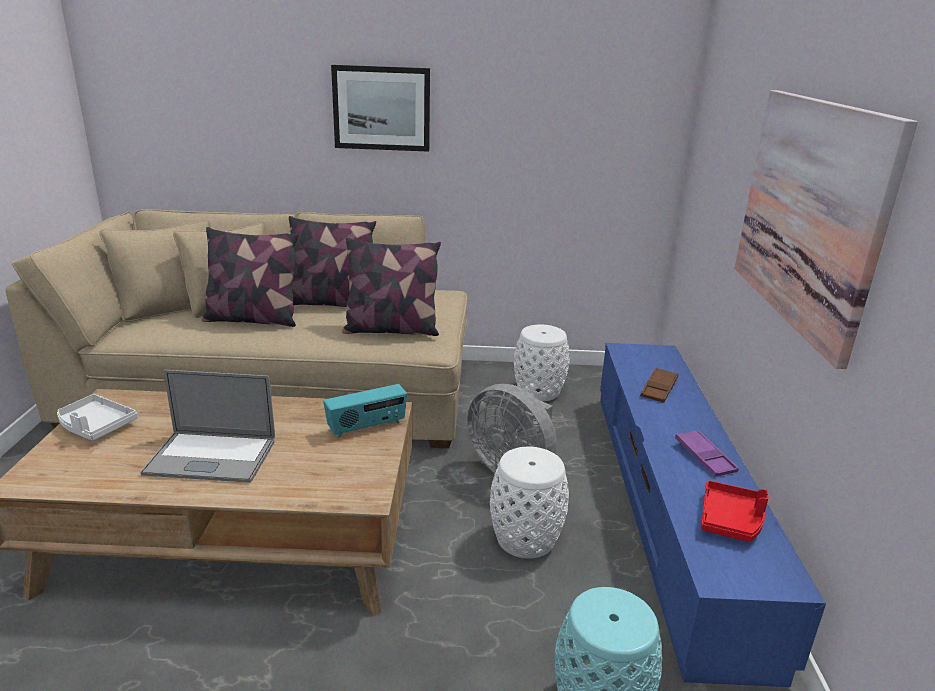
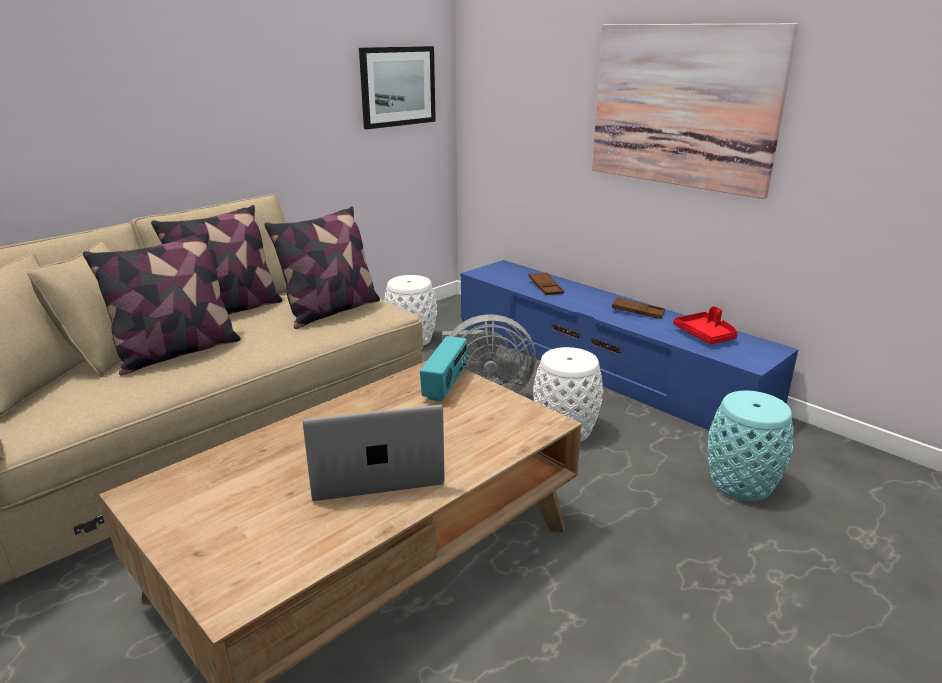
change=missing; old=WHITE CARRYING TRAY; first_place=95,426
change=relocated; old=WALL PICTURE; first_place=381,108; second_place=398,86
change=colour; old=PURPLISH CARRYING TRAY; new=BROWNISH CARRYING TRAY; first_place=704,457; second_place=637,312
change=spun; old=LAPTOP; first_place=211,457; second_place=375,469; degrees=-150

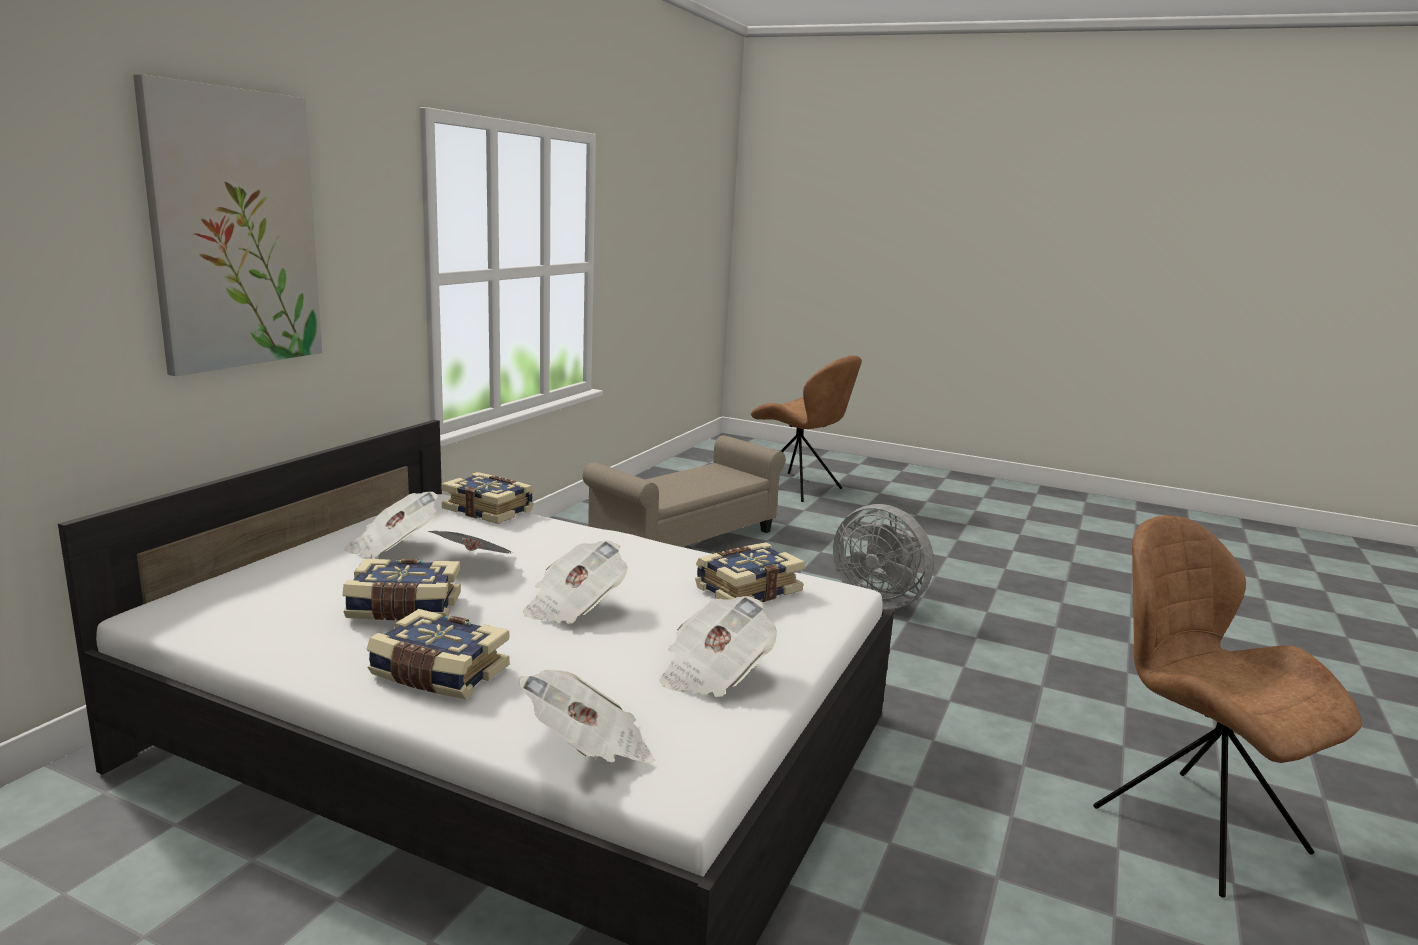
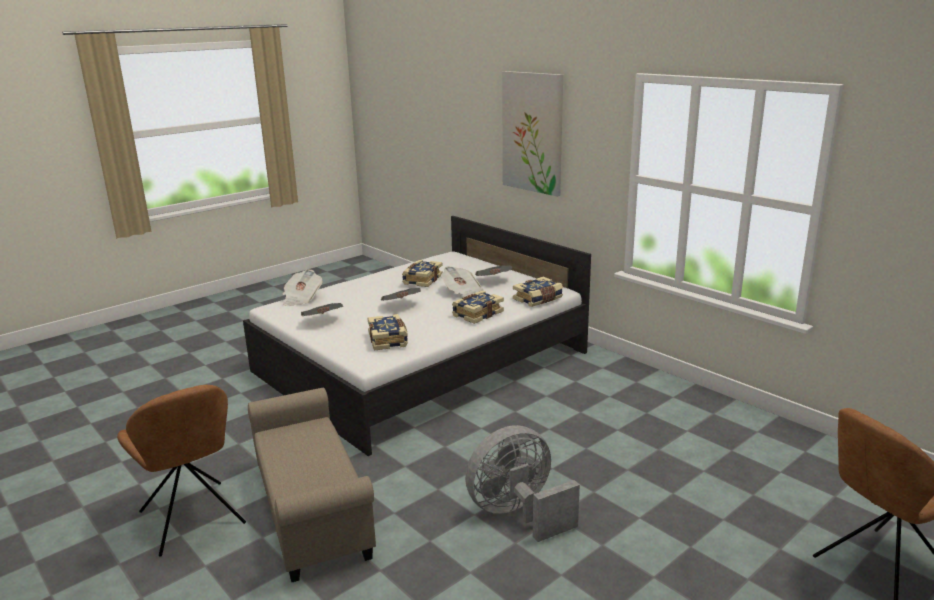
change=relocated; old=VOLUME; first_place=438,674; second_place=477,314
change=relocated; old=BEIGE-COLOURED POUFFE; first_place=685,540; second_place=313,513
change=spun; old=BROWNISH UPRIGHT CHAIR; first_place=1192,825; second_place=193,520; degrees=60

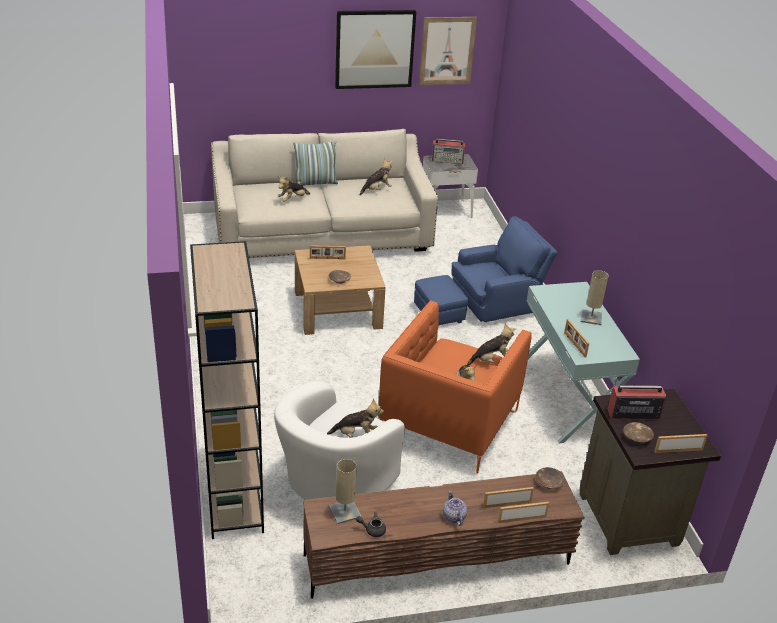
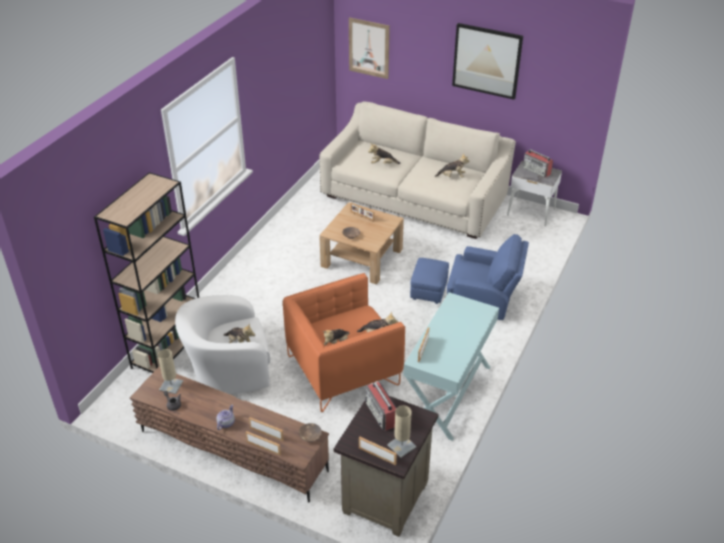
change=missing; old=THROW PILLOW; first_place=315,183
change=missing; old=BROWNISH SERVING BOWL; first_place=637,437
change=relocated; old=WALL PICTURE; first_place=447,51; second_place=369,48
change=relocated; old=BEIGE-COLOURED TABLE LAMP; first_place=591,317; second_place=401,446
change=spun; old=RADIO SET; first_place=632,413; second_place=381,414; degrees=-150

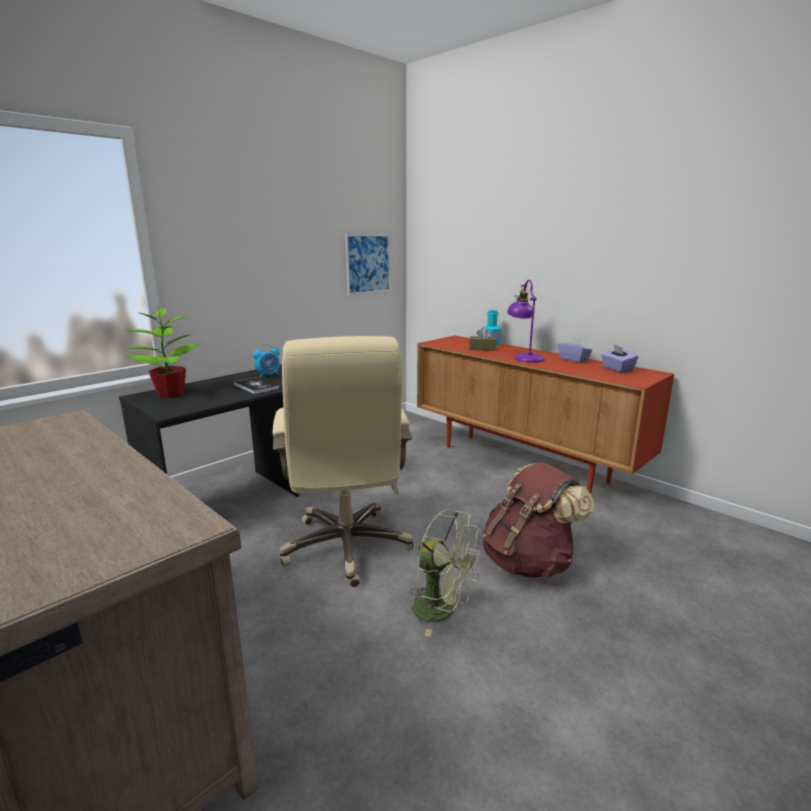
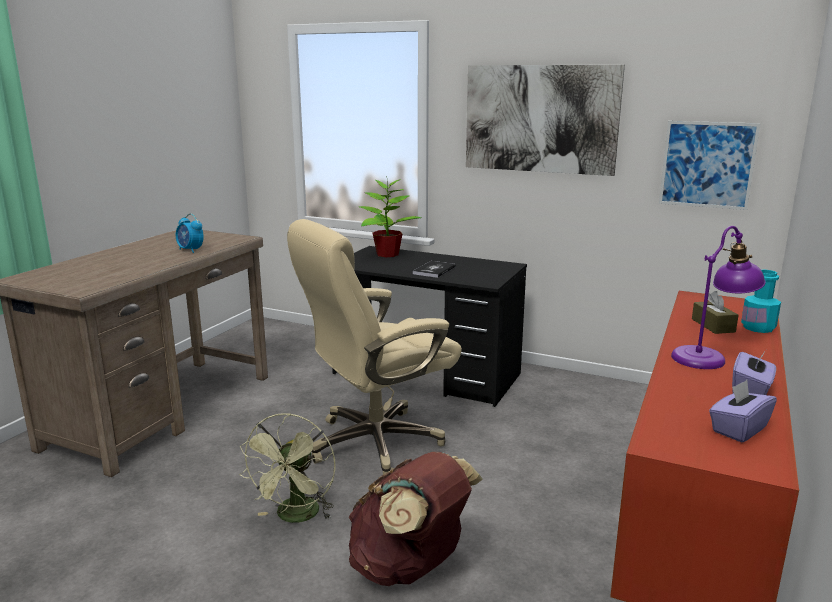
change=appeared; new=WALL PICTURE; second_place=540,119
change=relocated; old=BEDSIDE CLOCK; first_place=268,375; second_place=190,250

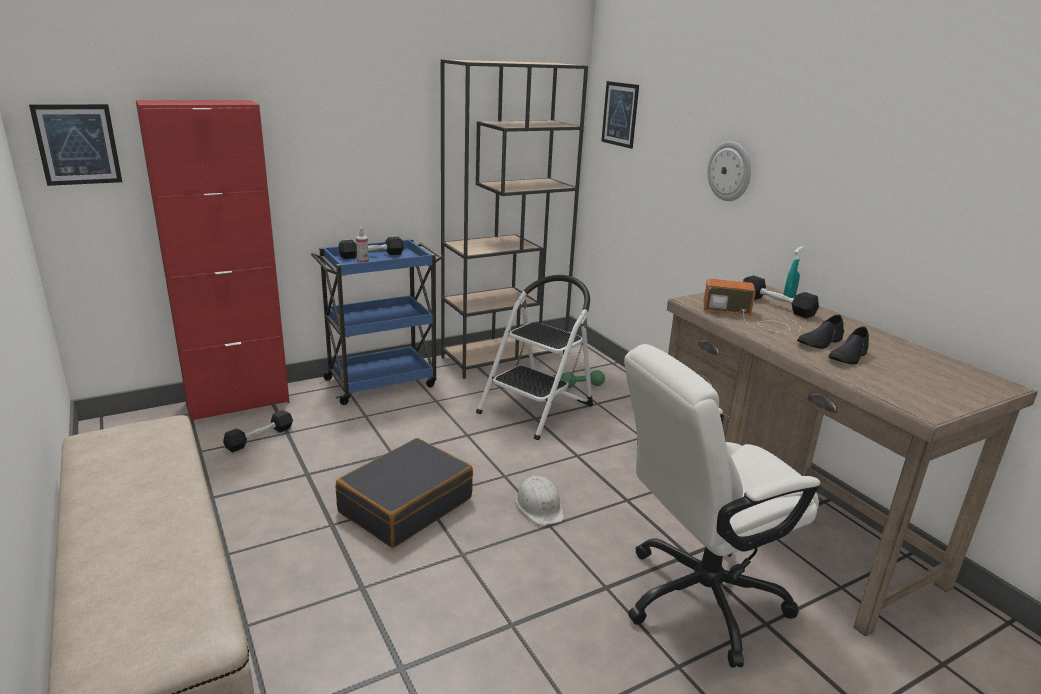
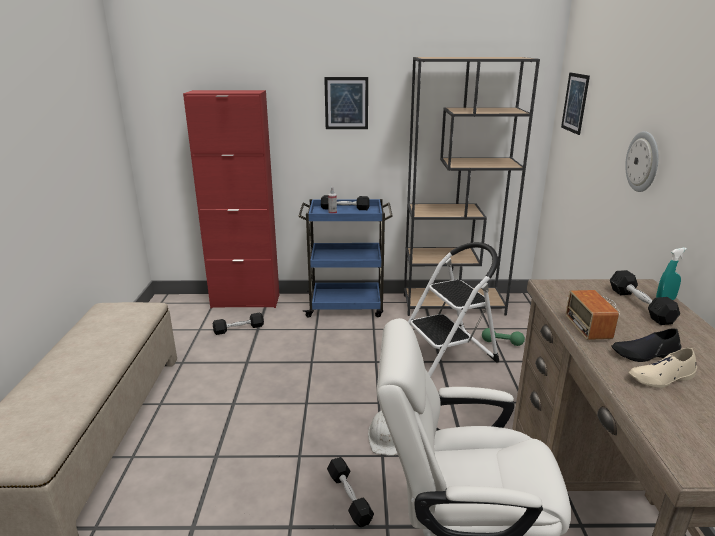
change=missing; old=BLACK TRAVEL CASE; first_place=405,505
change=appeared; new=BLACK HAND WEIGHT; second_place=349,497
change=relocated; old=WALL PICTURE; first_place=77,144; second_place=346,103
change=colour; old=BLACK ITEM OF FOOTWEAR; new=BEIGE-COLOURED ITEM OF FOOTWEAR; first_place=848,357; second_place=661,378
change=spun; old=RADIO SET; first_place=752,319; second_place=593,314; degrees=-135

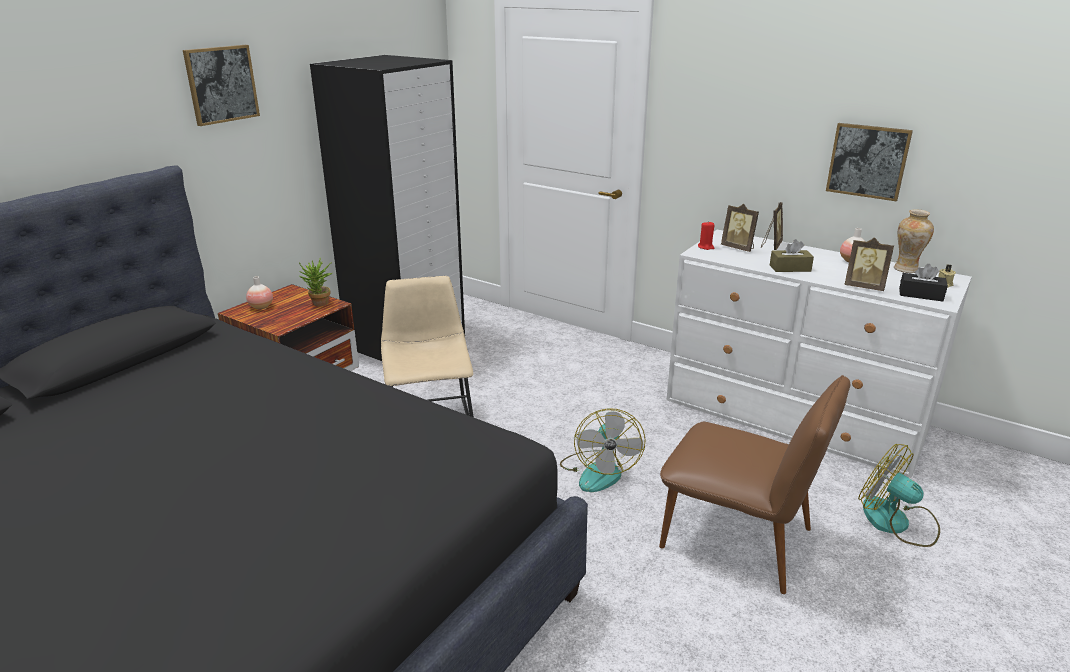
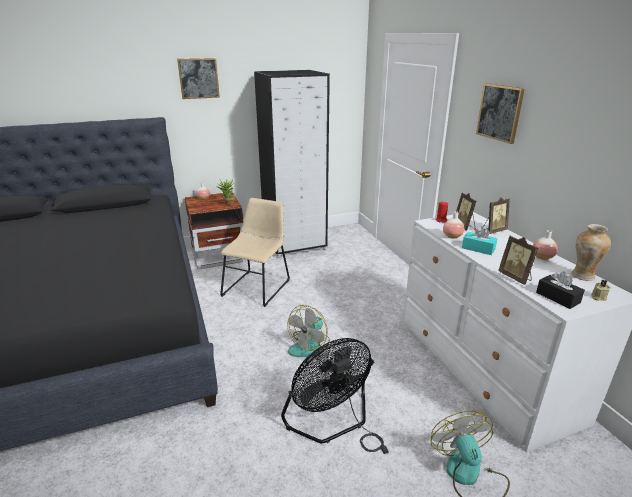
change=appeared; new=VASE; second_place=452,236
change=relocated; old=WALL PICTURE; first_place=868,161; second_place=500,112
change=exchanged; old=BROWNISH UPRIGHT CHAIR; new=BLACK FAN; first_place=736,538; second_place=339,423
change=colour; old=BROWNISH TISSUE HOLDER; new=TURQUOISE TISSUE HOLDER; first_place=790,268; second_place=478,248

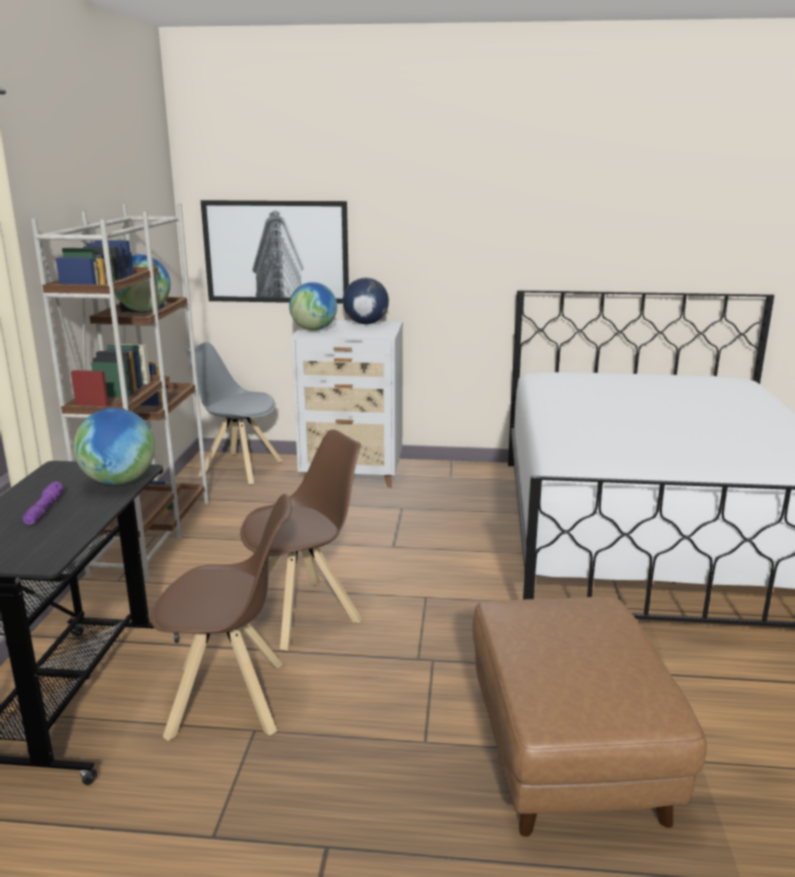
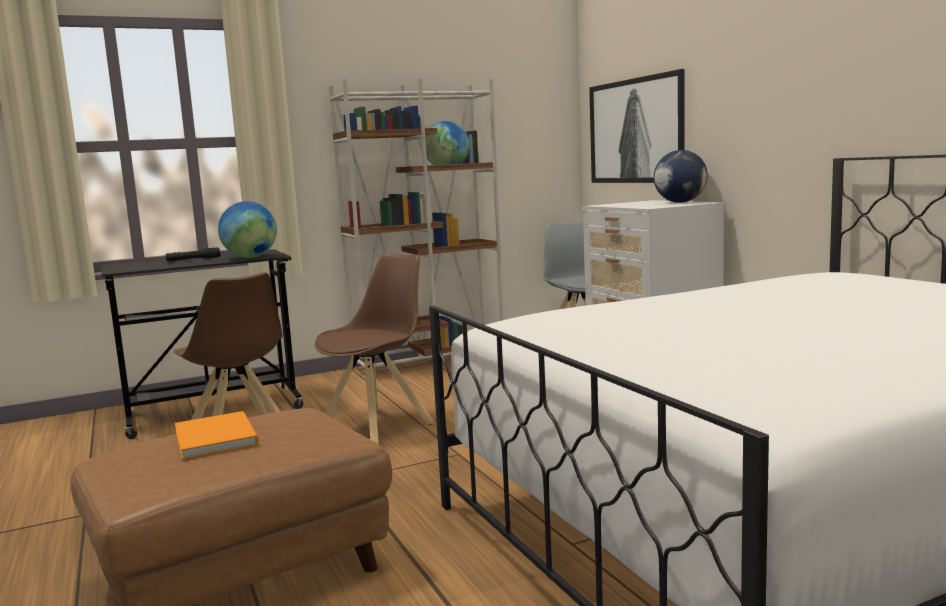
change=missing; old=GLOBE; first_place=314,329
change=appeared; new=ORANGE-COLOURED VOLUME; second_place=218,436
change=colour; old=PURPLISH FLASHLIGHT; new=BLACK FLASHLIGHT; first_place=44,509; second_place=193,259
change=spun; old=BROWNISH UPRIGHT CHAIR; first_place=305,612; second_place=378,426; degrees=-75

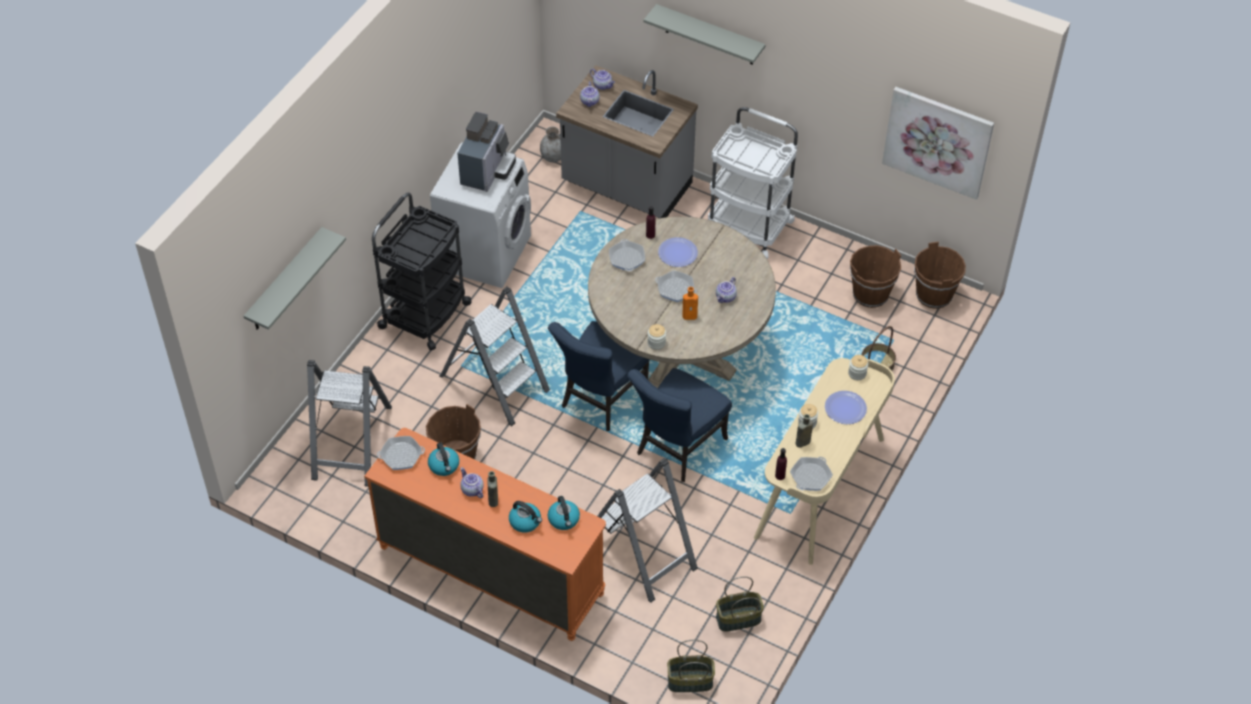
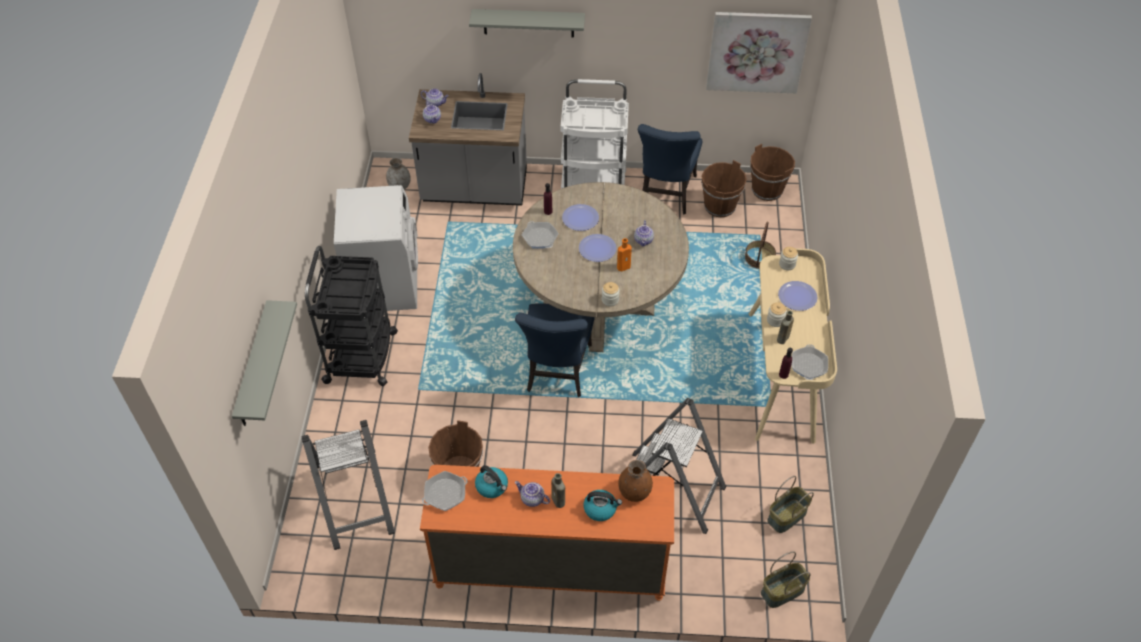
change=missing; old=GREY STEP LADDER; first_place=493,382
change=missing; old=COFFEE BREWER; first_place=487,171
change=relocated; old=BLUE-COLOURED UPRIGHT CHAIR; first_place=677,448; second_place=665,194
change=exchanged; old=KETTLE; new=BROWNISH VASE; first_place=564,519; second_place=634,492
change=exchanged; old=FRYING PAN; new=DINNER PLATE; first_place=675,289; second_place=597,248

